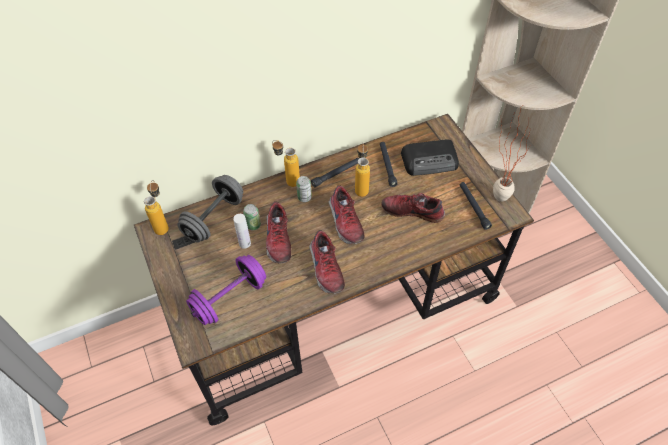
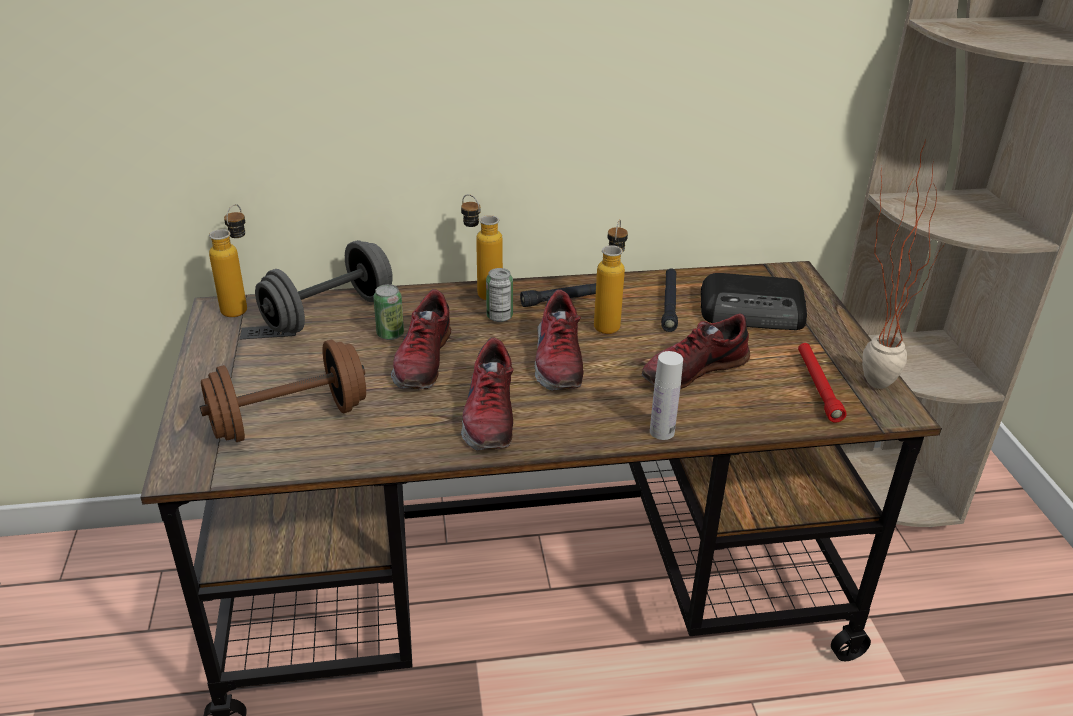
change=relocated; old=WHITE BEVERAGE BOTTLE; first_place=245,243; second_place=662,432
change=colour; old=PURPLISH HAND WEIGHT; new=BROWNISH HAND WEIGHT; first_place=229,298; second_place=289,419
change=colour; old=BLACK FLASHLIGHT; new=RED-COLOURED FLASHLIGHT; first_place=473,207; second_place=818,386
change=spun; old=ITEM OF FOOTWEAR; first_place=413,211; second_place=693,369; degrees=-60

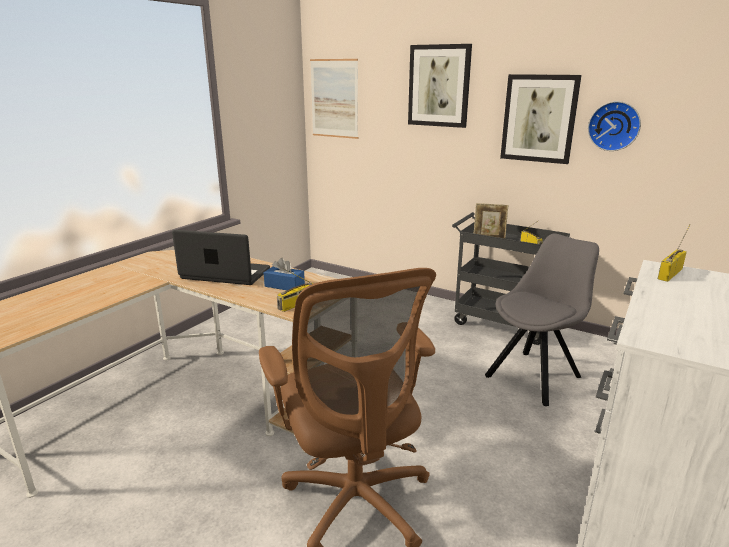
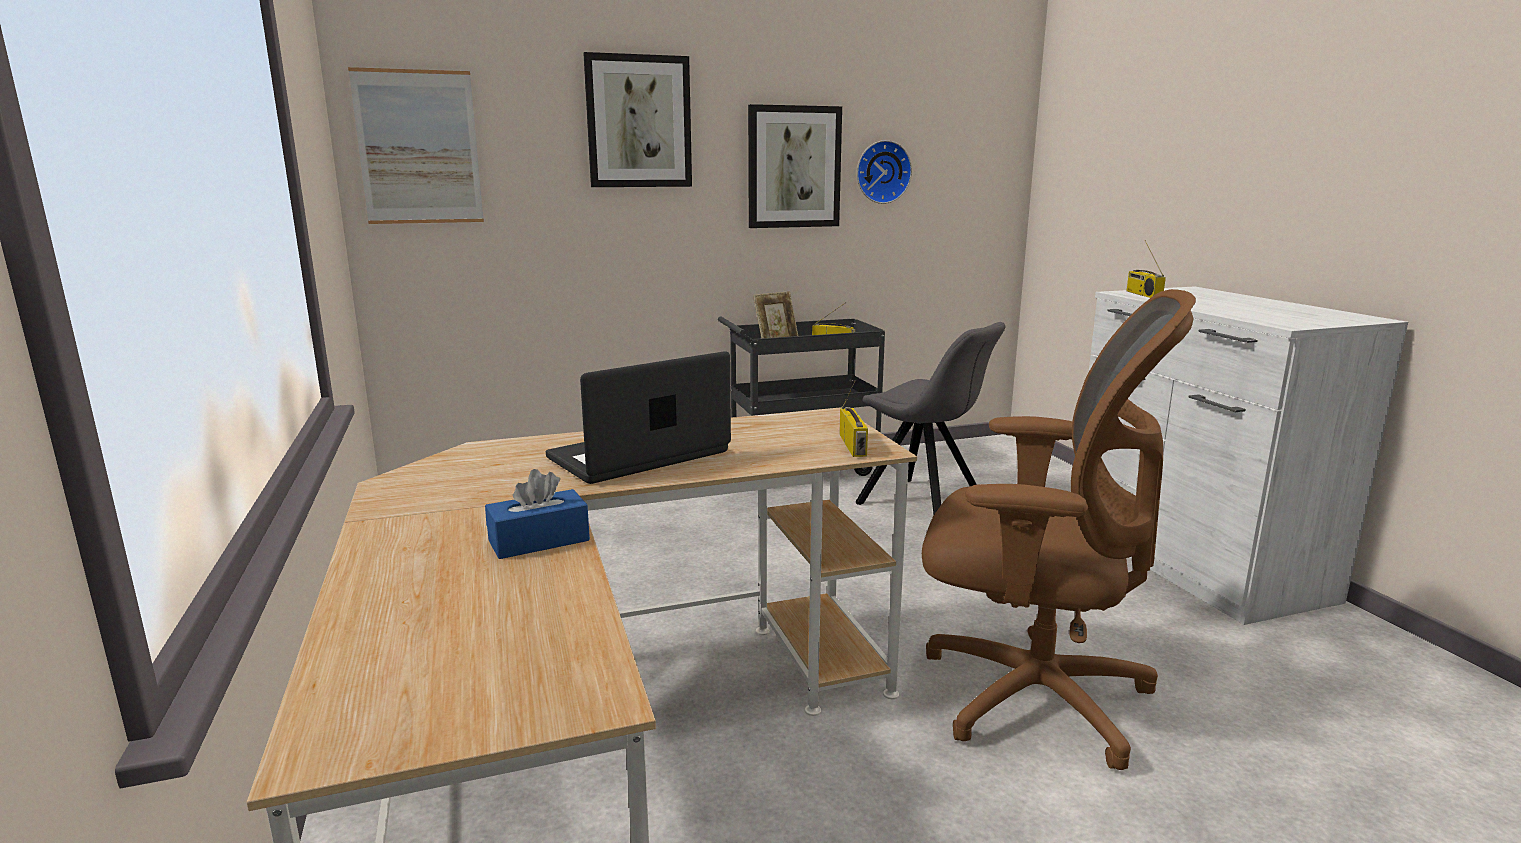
change=relocated; old=BLUE-COLOURED TISSUE HOLDER; first_place=284,285; second_place=539,541
change=spun; old=GREY UPRIGHT CHAIR; first_place=534,376; second_place=922,503; degrees=135

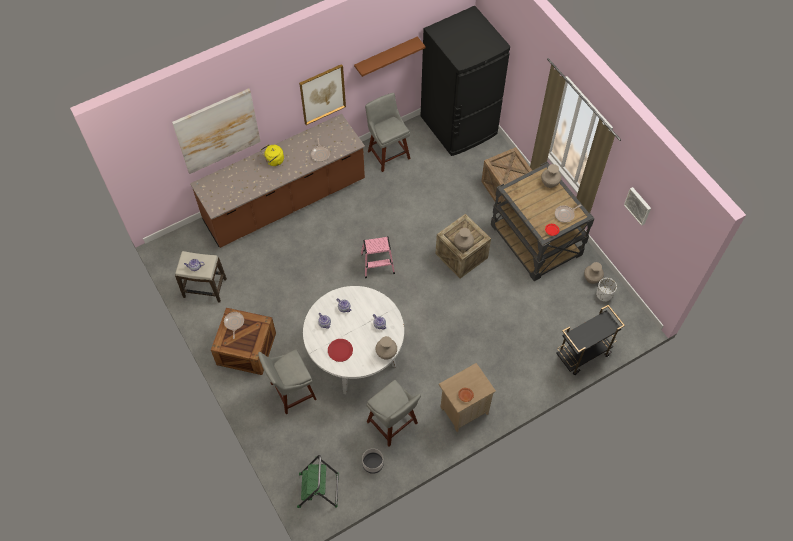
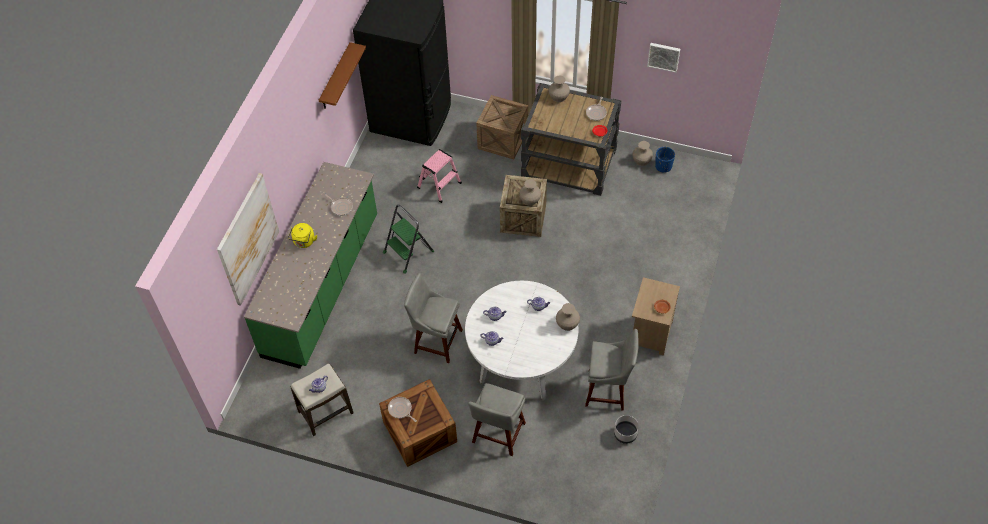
change=missing; old=WALL PICTURE; first_place=322,94
change=missing; old=RED-COLOURED DINNER PLATE; first_place=340,350
change=missing; old=BLACK WHEELED CART; first_place=581,356
change=relocated; old=GREEN-COLOURED STEP LADDER; first_place=320,490; second_place=410,251
change=relocated; old=PINKISH STEP LADDER; first_place=377,263; second_place=439,185
change=relocated; old=GREY UPRIGHT CHAIR; first_place=388,153; second_place=435,340
change=colour; old=BROWNISH COUNTER; new=GREEN-COLOURED COUNTER; first_place=285,202; second_place=322,285
change=colour; old=WHITE PLANTER; new=BLUE-COLOURED PLANTER; first_place=604,294; second_place=663,166

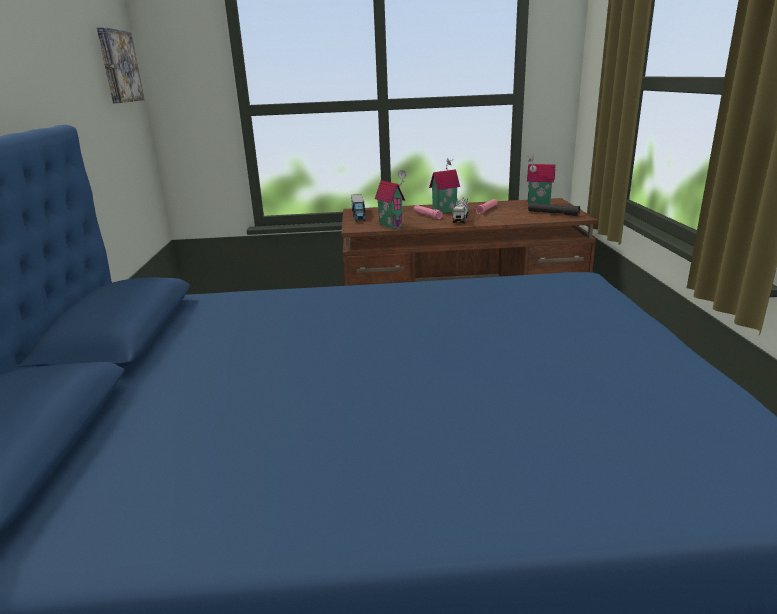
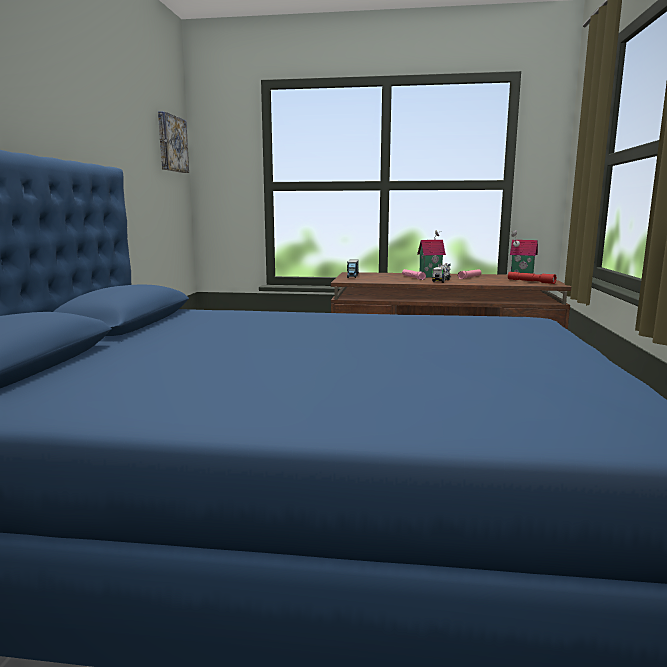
change=missing; old=TOY HOUSE; first_place=392,225
change=colour; old=GREY FLASHLIGHT; new=RED-COLOURED FLASHLIGHT; first_place=553,214; second_place=531,282

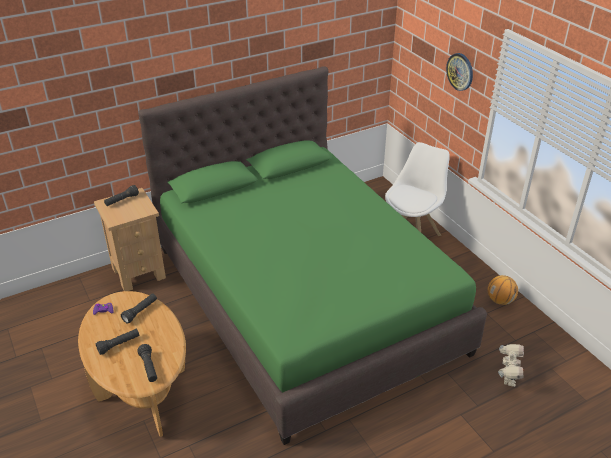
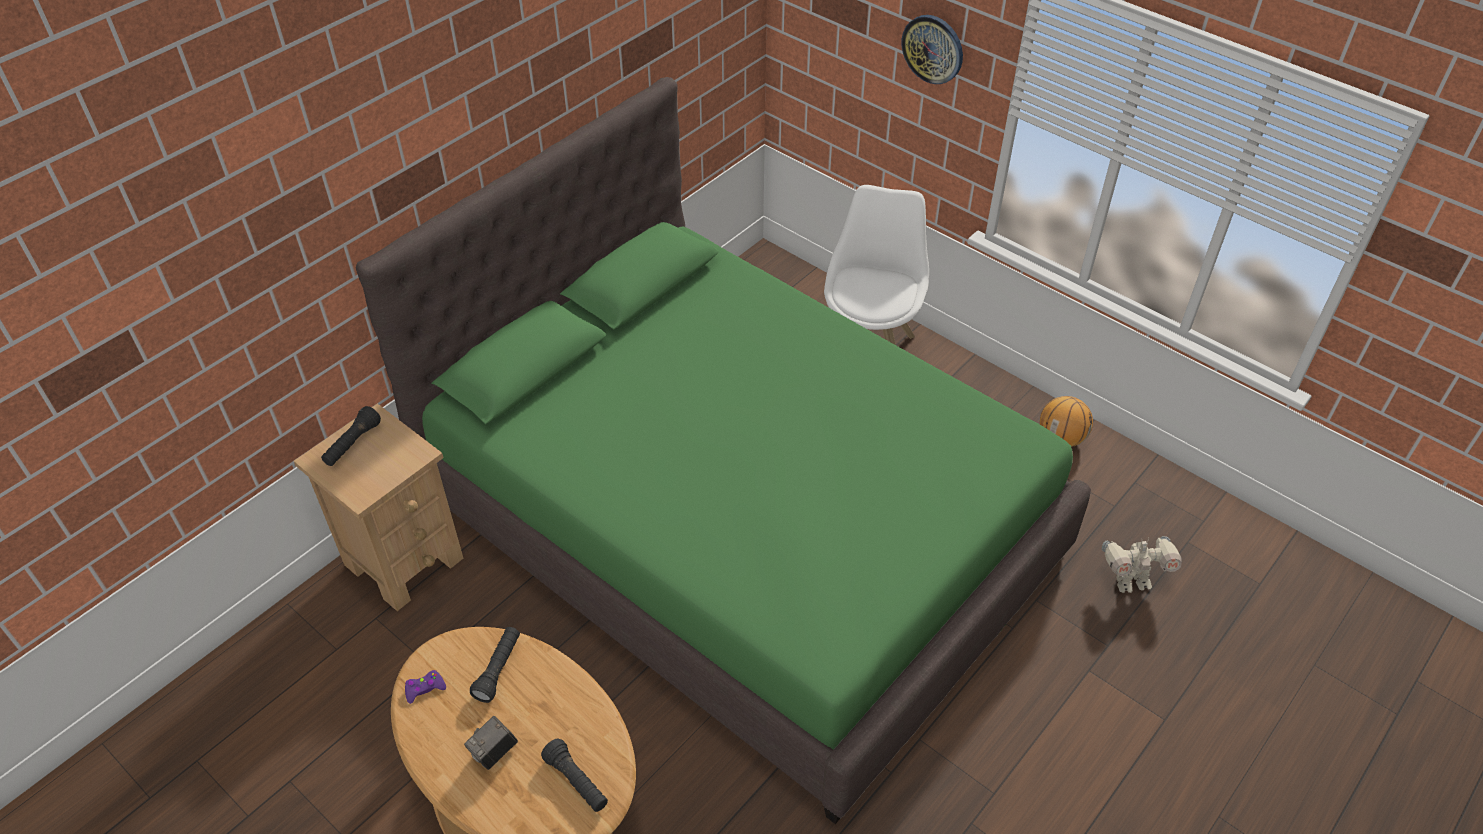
change=exchanged; old=BLACK FLASHLIGHT; new=STILL CAMERA; first_place=119,345; second_place=494,753
change=spun; old=TOY ROBOT; first_place=507,378; second_place=1131,581; degrees=90

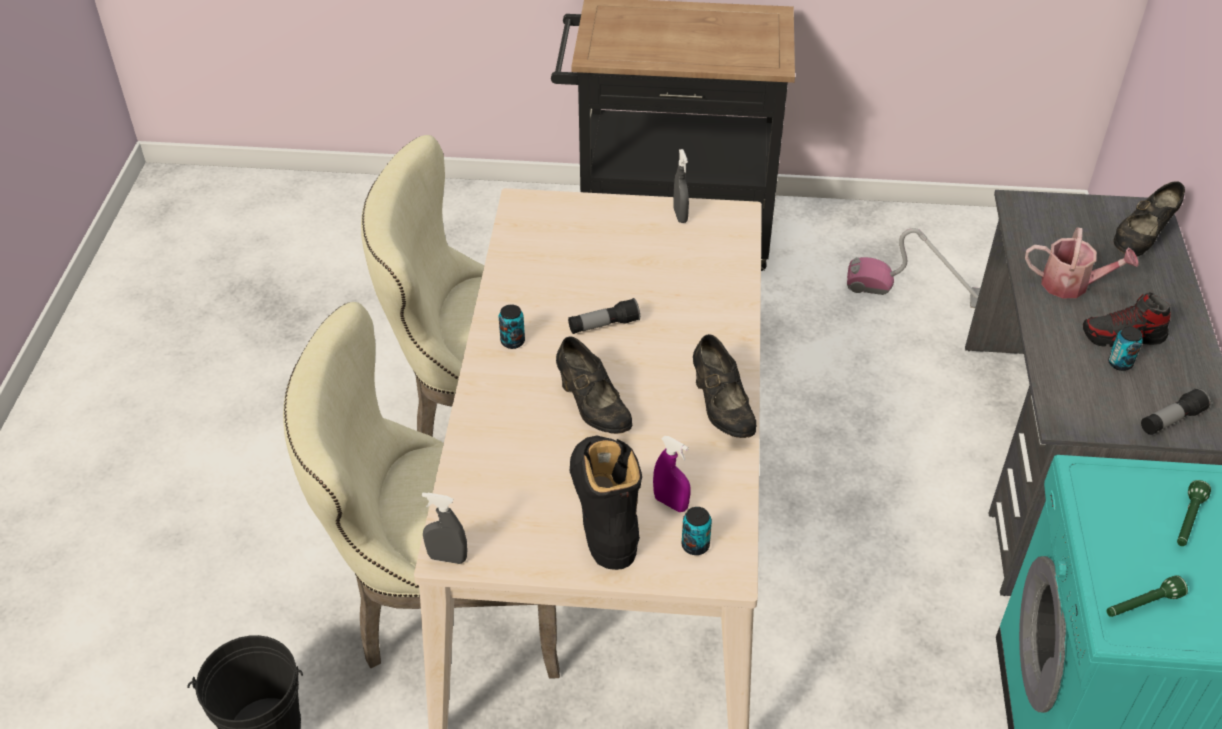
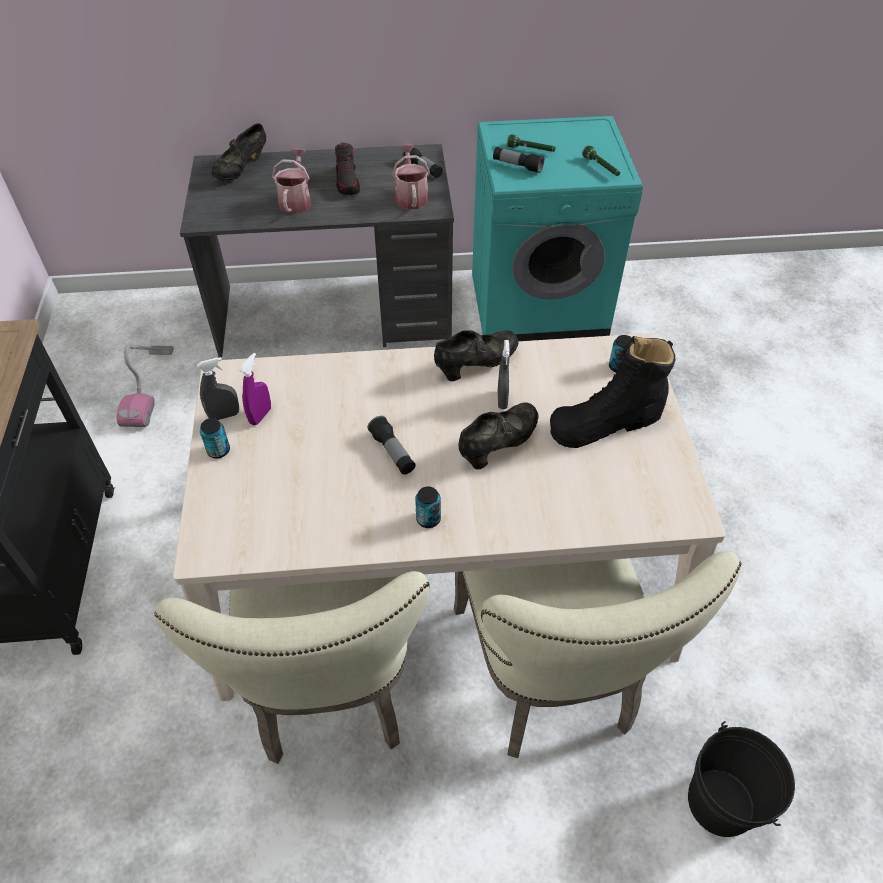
change=appeared; new=WATERING POT; second_place=411,196
change=appeared; new=FLASHLIGHT; second_place=517,166
change=relocated; old=GREY HAND SPRAYER; first_place=447,558; second_place=502,400
change=relocated; old=PURPLISH HAND SPRAYER; first_place=670,503; second_place=260,416
change=relocated; old=CAN; first_place=1120,363; second_place=218,451
change=spun; old=BLACK ITEM OF FOOTWEAR; first_place=1141,239; second_place=242,169; degrees=90

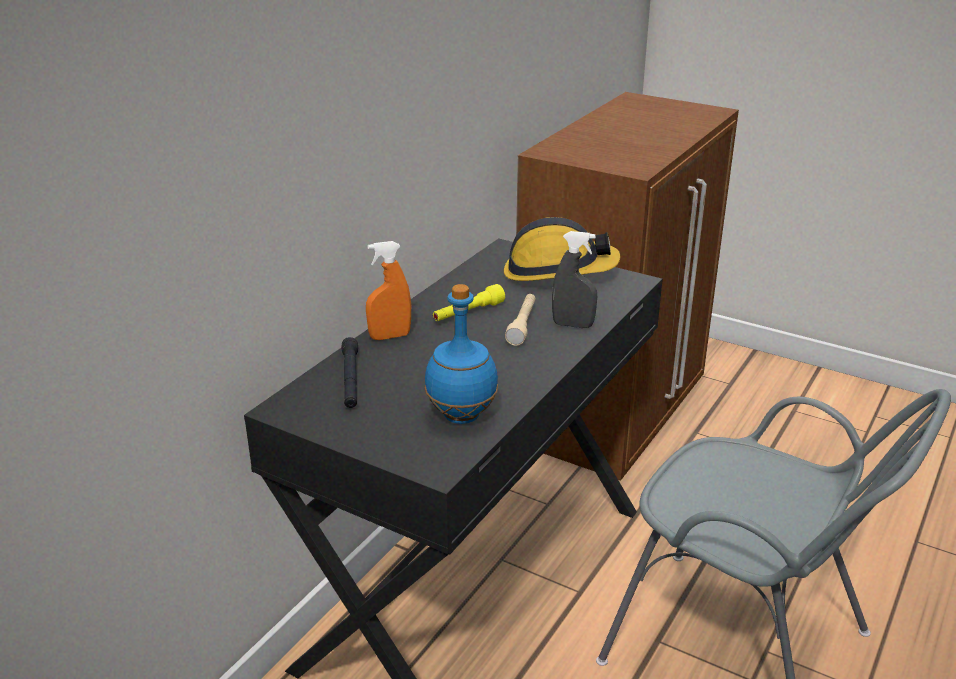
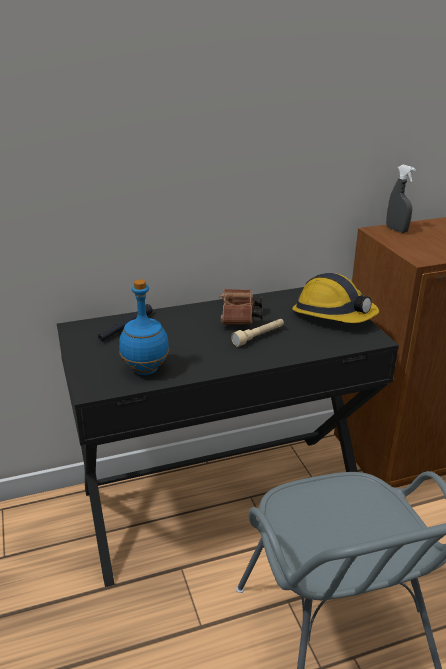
change=missing; old=ORANGE-COLOURED HAND SPRAYER; first_place=390,336
change=relocated; old=GREY HAND SPRAYER; first_place=573,325; second_place=396,230
change=exchanged; old=YELLOW FLASHLIGHT; new=BROWNISH BINOCULARS; first_place=468,313; second_place=239,318

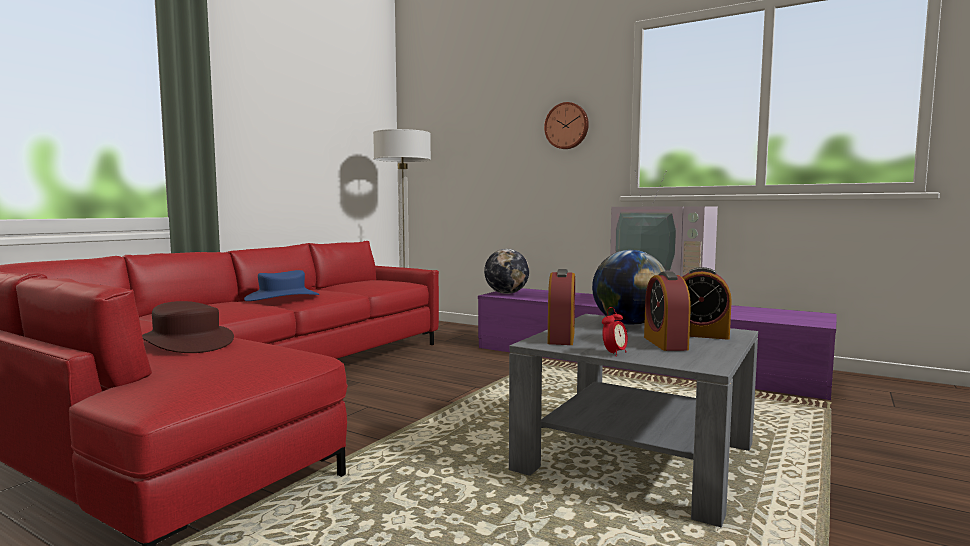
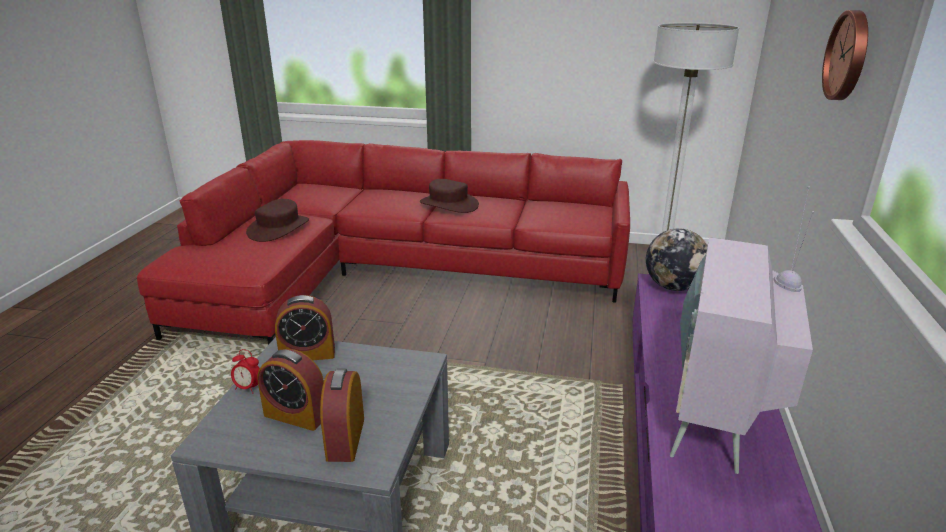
change=missing; old=GLOBE; first_place=629,324
change=colour; old=BLUE-COLOURED WEARABLE HAT; new=BROWNISH WEARABLE HAT; first_place=282,297; second_place=448,204
change=spun; old=BEDSIDE CLOCK; first_place=665,343; second_place=296,415; degrees=-135

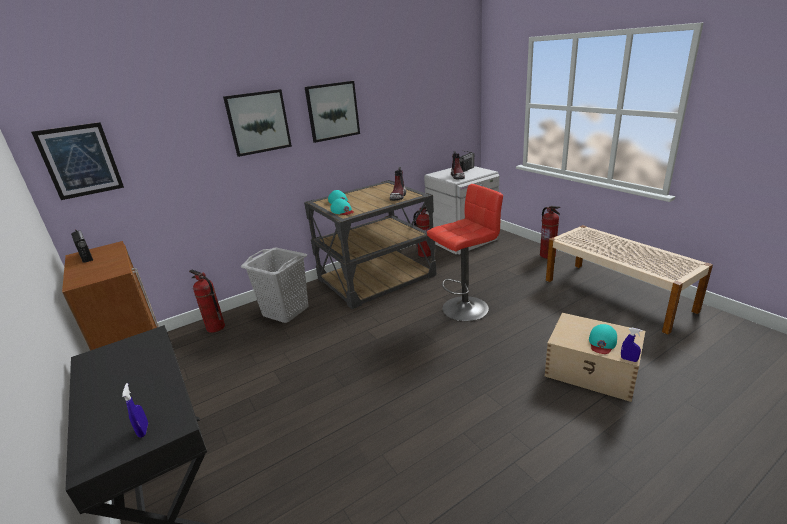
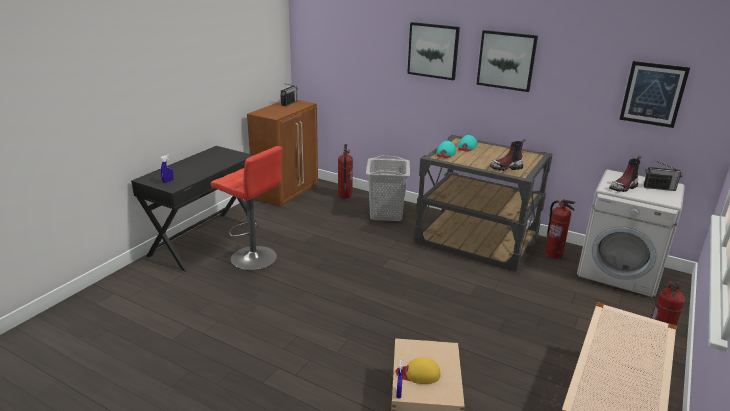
change=relocated; old=WALL PICTURE; first_place=80,161; second_place=653,94
change=relocated; old=RED-COLOURED STOOL SEAT; first_place=466,308; second_place=253,258
change=colour; old=TURQUOISE BASEBALL CAP; new=YELLOW BASEBALL CAP; first_place=602,342; second_place=418,374

